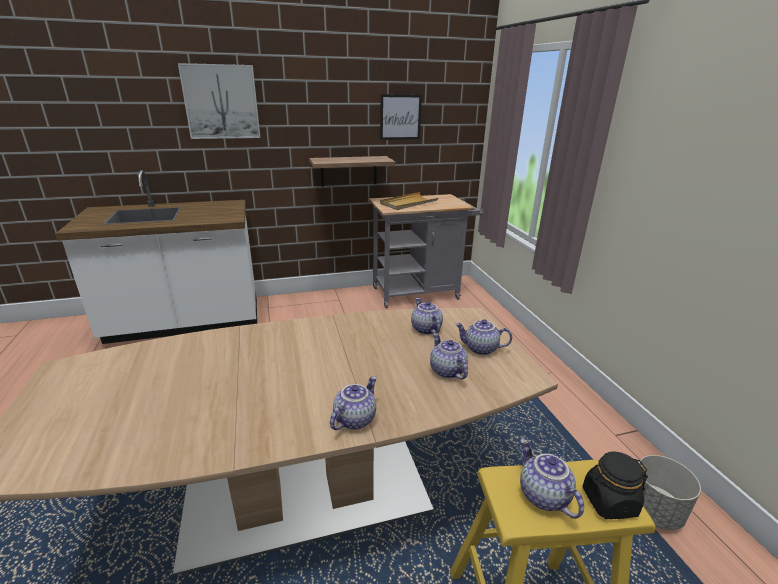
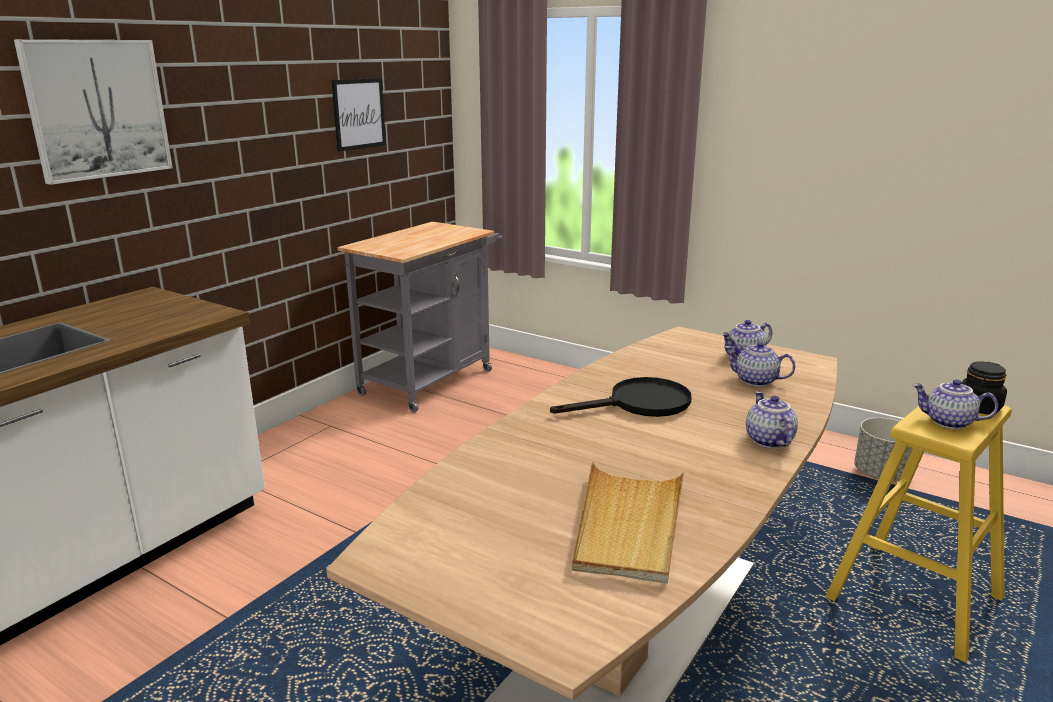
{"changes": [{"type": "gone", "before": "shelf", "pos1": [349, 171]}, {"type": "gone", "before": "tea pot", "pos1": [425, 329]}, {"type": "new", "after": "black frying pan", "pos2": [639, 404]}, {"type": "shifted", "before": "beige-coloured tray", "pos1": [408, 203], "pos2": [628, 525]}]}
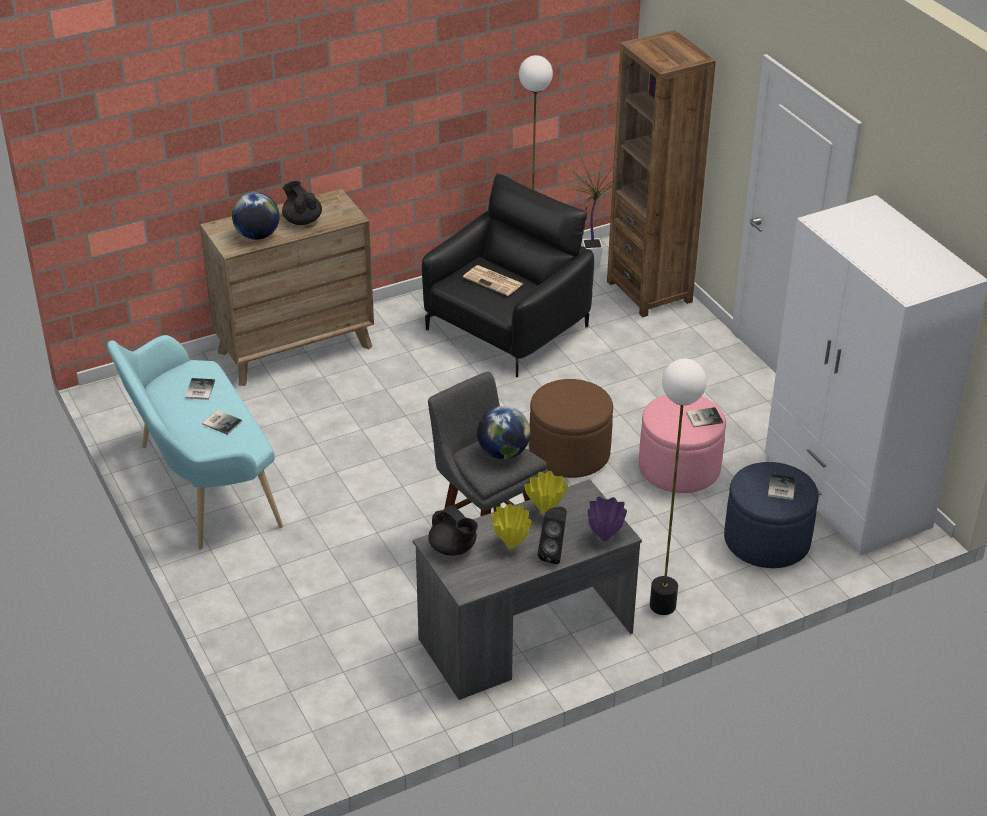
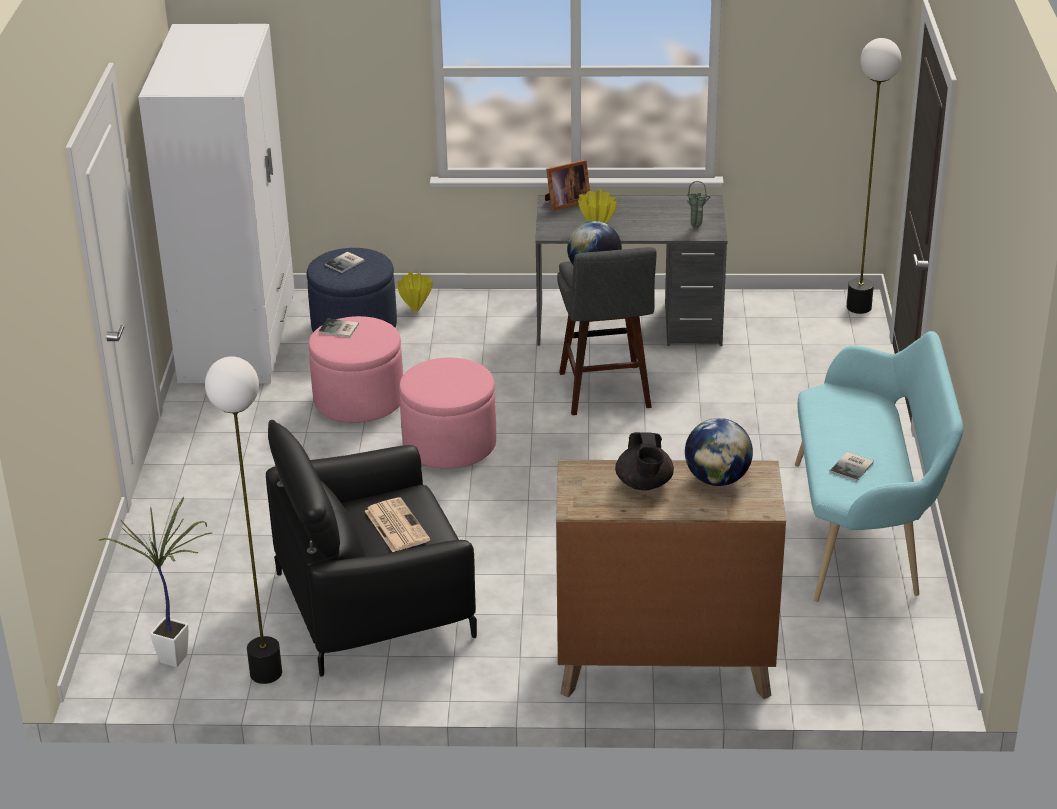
{"changes": [{"type": "gone", "before": "bound book", "pos1": [222, 422]}, {"type": "gone", "before": "black audio speaker", "pos1": [554, 553]}, {"type": "gone", "before": "brown bookcase", "pos1": [649, 292]}, {"type": "shifted", "before": "yellow-coloured flower vase", "pos1": [511, 544], "pos2": [415, 310]}, {"type": "shifted", "before": "standard lamp", "pos1": [662, 605], "pos2": [859, 307]}, {"type": "swapped", "before": "black tea pot", "after": "green flower vase", "pos1": [453, 548], "pos2": [697, 226]}, {"type": "swapped", "before": "purple flower vase", "after": "photo frame", "pos1": [605, 537], "pos2": [565, 203]}, {"type": "repainted", "before": "brown pouffe", "after": "pink pouffe", "pos1": [569, 454], "pos2": [449, 444]}]}
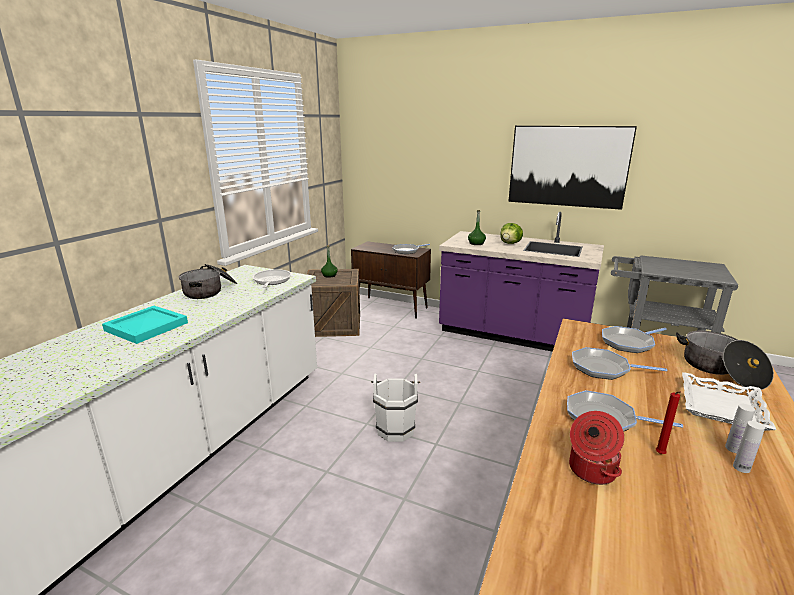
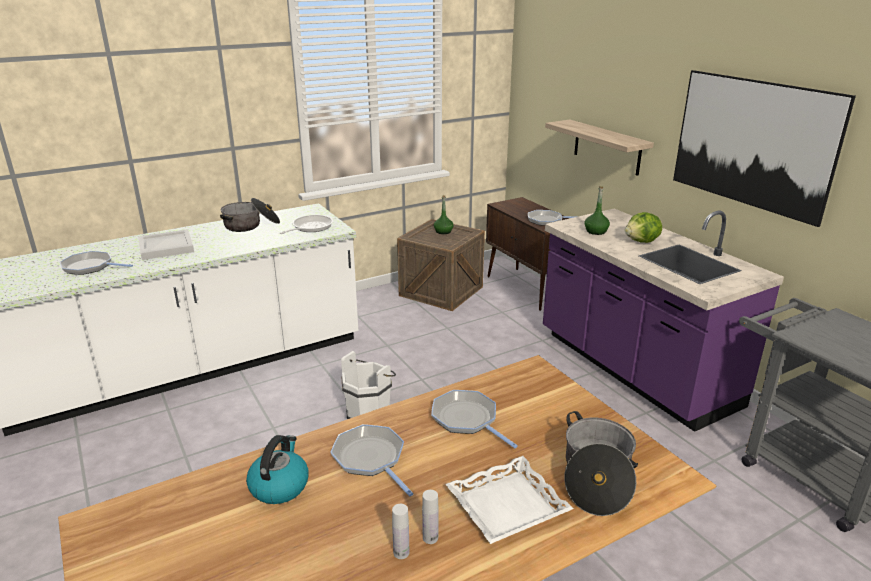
{"changes": [{"type": "gone", "before": "red wax light", "pos1": [660, 455]}, {"type": "new", "after": "shelf", "pos2": [607, 147]}, {"type": "shifted", "before": "frying pan", "pos1": [629, 343], "pos2": [90, 267]}, {"type": "swapped", "before": "cooking pot", "after": "kettle", "pos1": [590, 470], "pos2": [279, 486]}, {"type": "repainted", "before": "blue-green tray", "after": "whitish tray", "pos1": [147, 326], "pos2": [167, 246]}]}
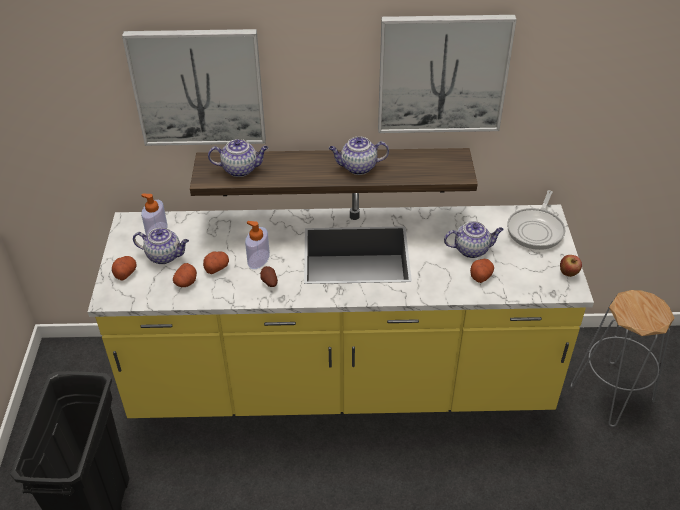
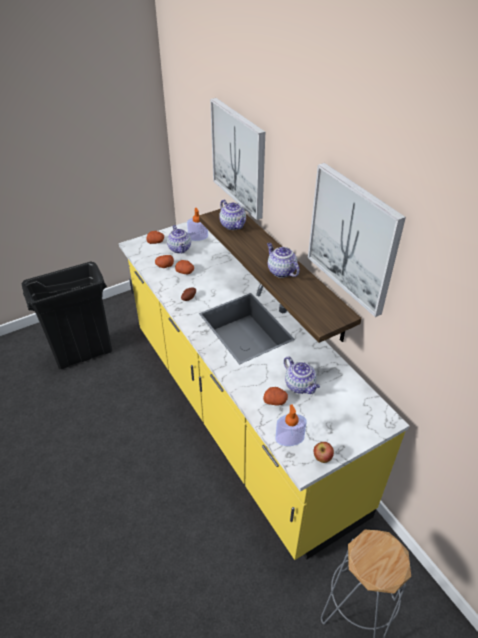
{"changes": [{"type": "gone", "before": "frying pan", "pos1": [536, 229]}, {"type": "shifted", "before": "soap bottle", "pos1": [258, 259], "pos2": [289, 438]}]}
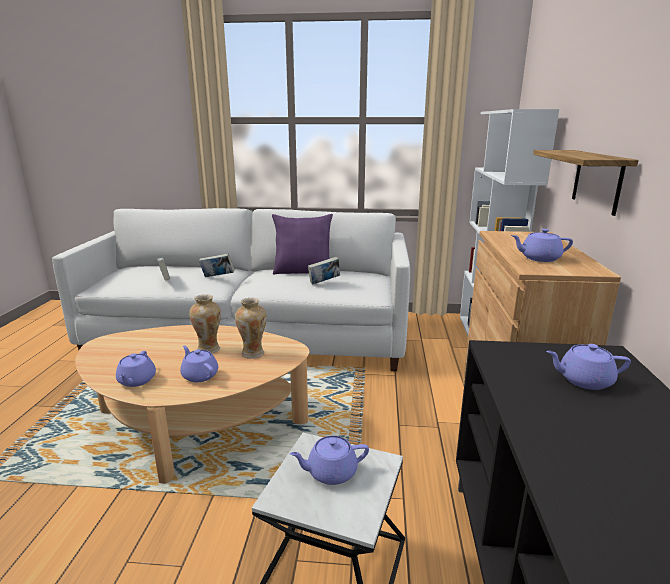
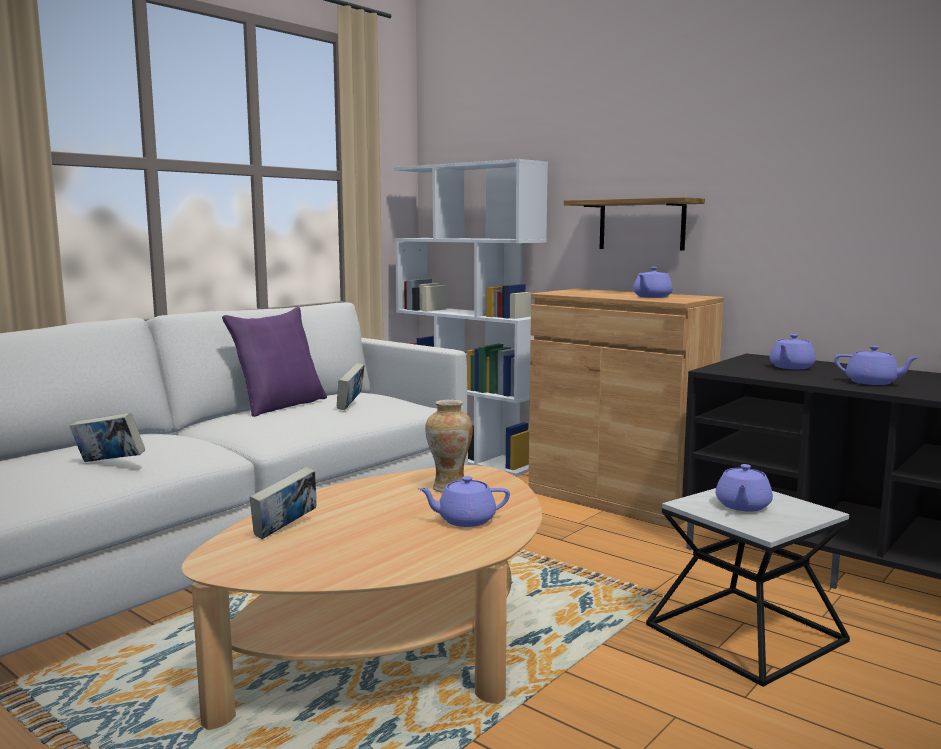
{"changes": [{"type": "gone", "before": "flower vase", "pos1": [209, 349]}, {"type": "shifted", "before": "purple tea pot", "pos1": [136, 381], "pos2": [872, 382]}, {"type": "shifted", "before": "bound book", "pos1": [217, 277], "pos2": [285, 530]}]}
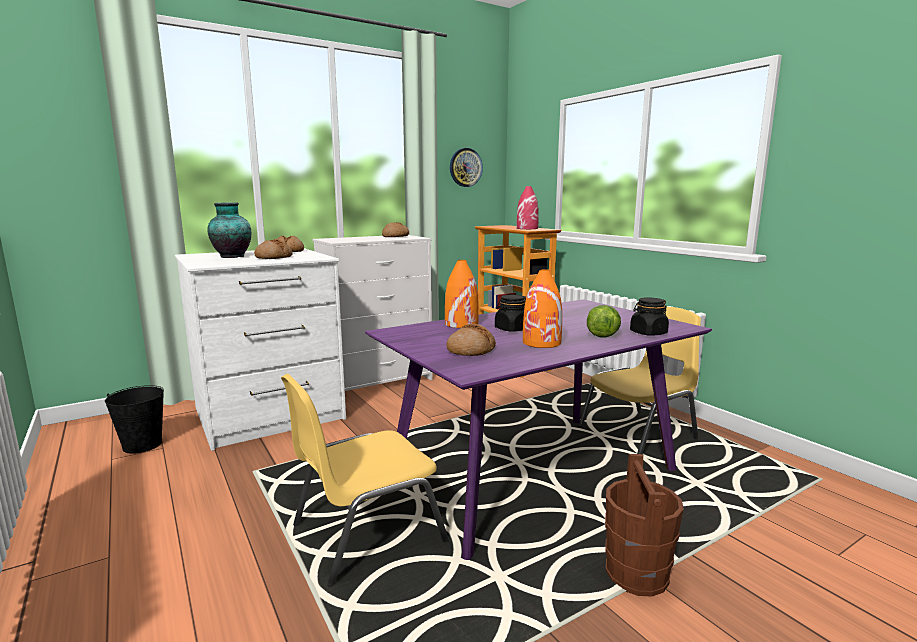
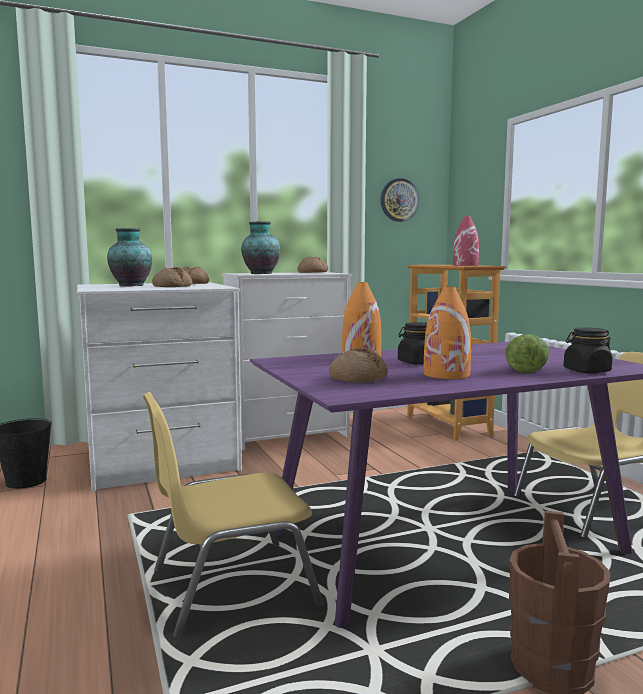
{"changes": [{"type": "new", "after": "flower vase", "pos2": [260, 273]}]}
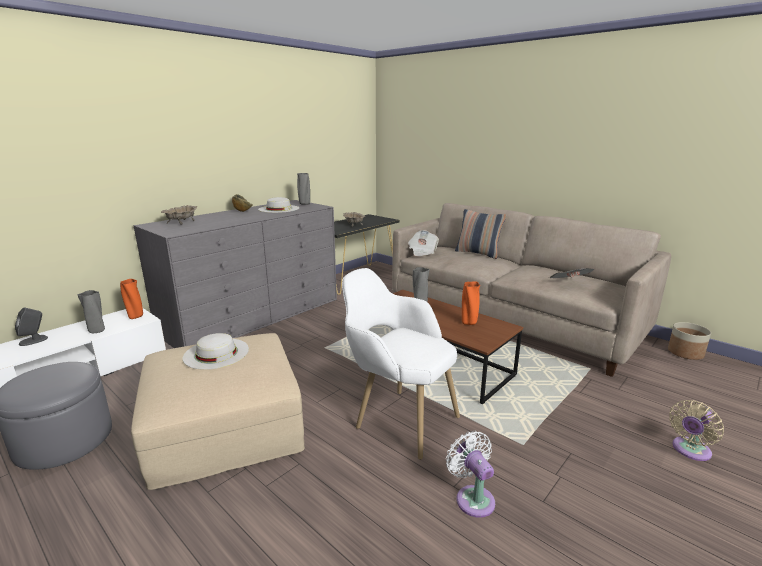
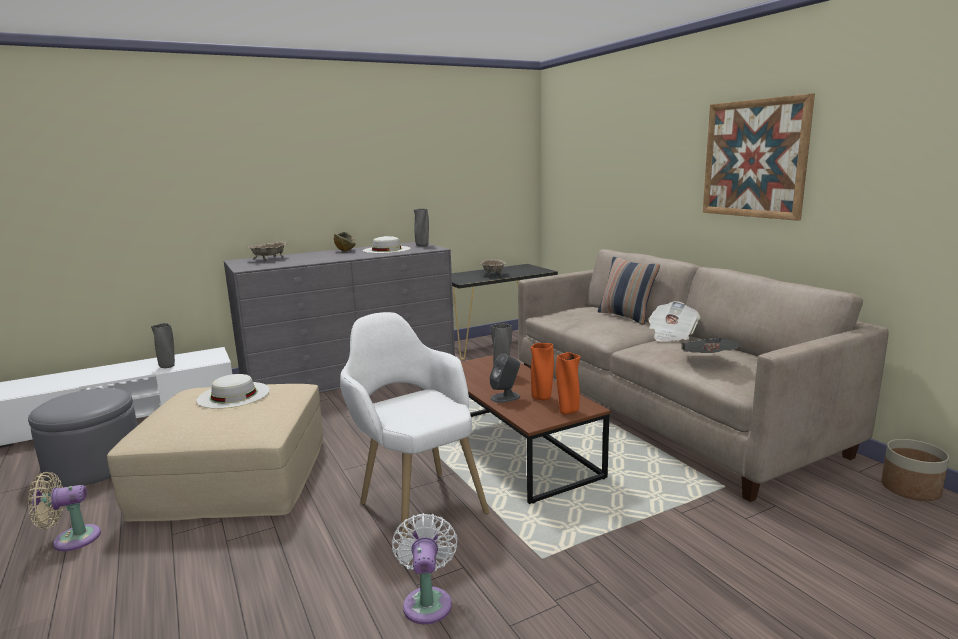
{"changes": [{"type": "new", "after": "wall art", "pos2": [754, 159]}, {"type": "shifted", "before": "greyish audio speaker", "pos1": [34, 340], "pos2": [505, 397]}, {"type": "shifted", "before": "orange flower vase", "pos1": [135, 317], "pos2": [567, 411]}, {"type": "shifted", "before": "daily paper", "pos1": [422, 252], "pos2": [671, 335]}, {"type": "shifted", "before": "beige-coloured electric fan", "pos1": [689, 451], "pos2": [71, 539]}]}
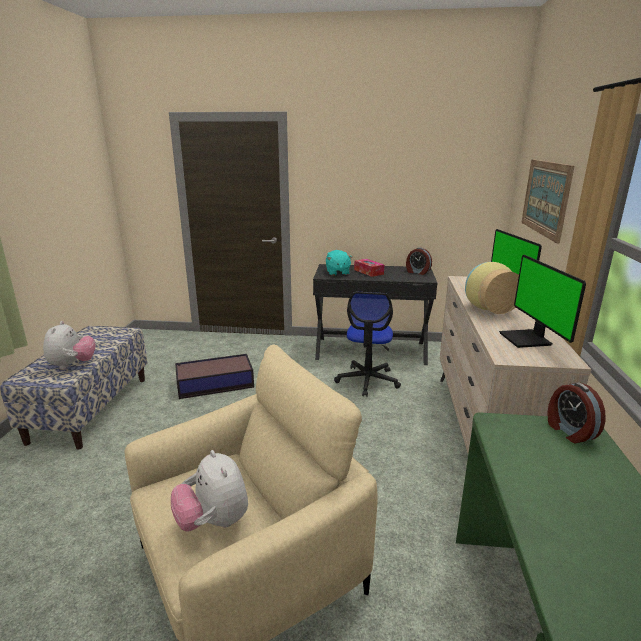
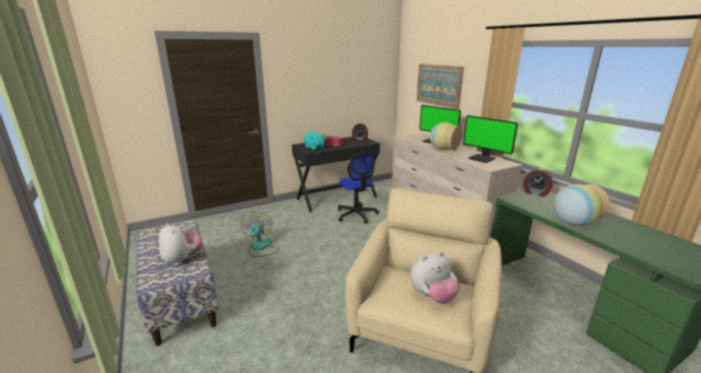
{"changes": [{"type": "new", "after": "flower vase", "pos2": [573, 222]}, {"type": "swapped", "before": "storage bin", "after": "electric fan", "pos1": [214, 384], "pos2": [260, 247]}, {"type": "rotated", "before": "cuddly toy", "pos1": [213, 522], "pos2": [432, 296], "turn": -45}]}
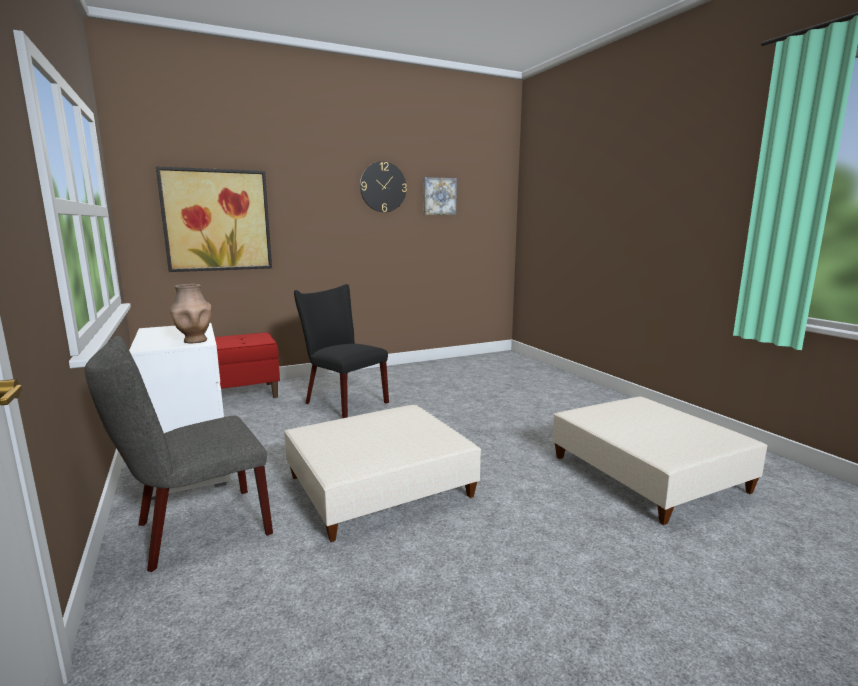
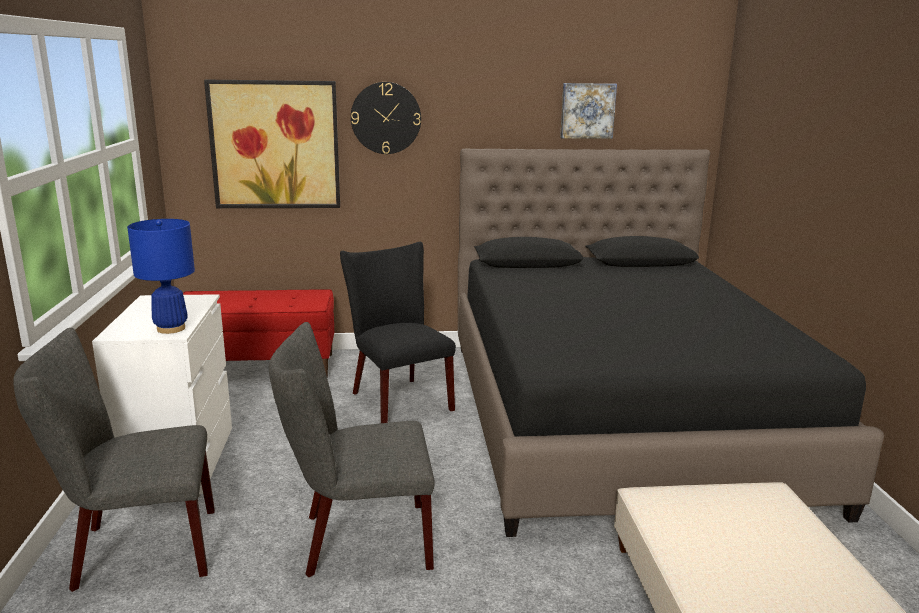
{"changes": [{"type": "new", "after": "black bed", "pos2": [616, 417]}, {"type": "shifted", "before": "clock on the wall", "pos1": [383, 187], "pos2": [386, 118]}, {"type": "swapped", "before": "brown flower vase", "after": "bluish table lamp", "pos1": [194, 341], "pos2": [171, 328]}, {"type": "swapped", "before": "beige-coloured pouffe", "after": "greyish chair", "pos1": [379, 487], "pos2": [358, 540]}]}
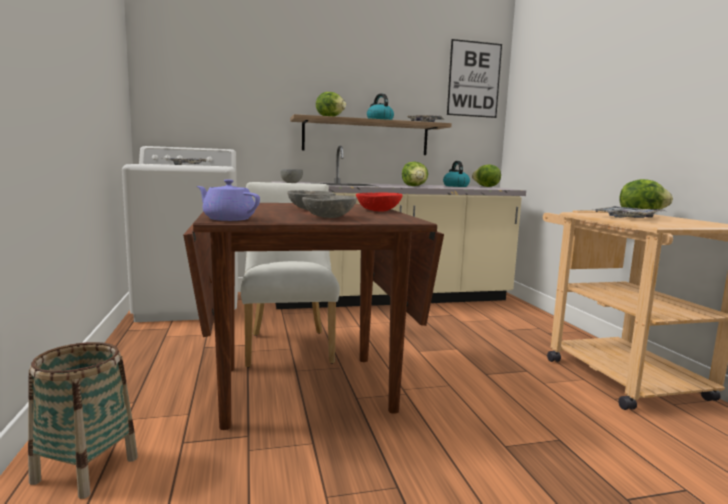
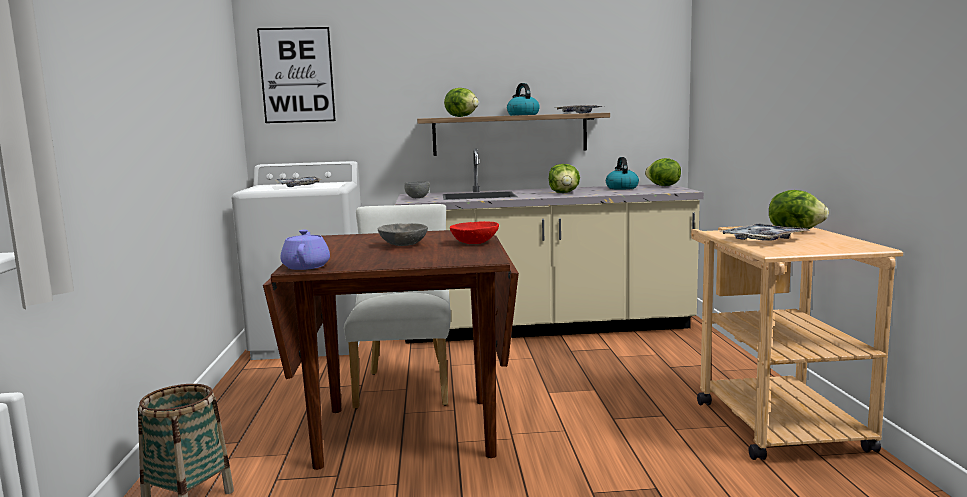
{"changes": [{"type": "gone", "before": "greyish serving bowl", "pos1": [329, 217]}, {"type": "shifted", "before": "wall art", "pos1": [474, 79], "pos2": [297, 75]}, {"type": "rotated", "before": "purple tea pot", "pos1": [228, 219], "pos2": [306, 266], "turn": 45}]}
